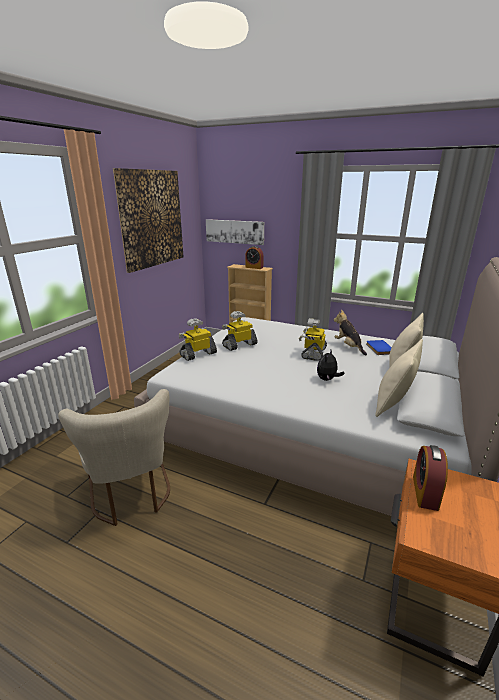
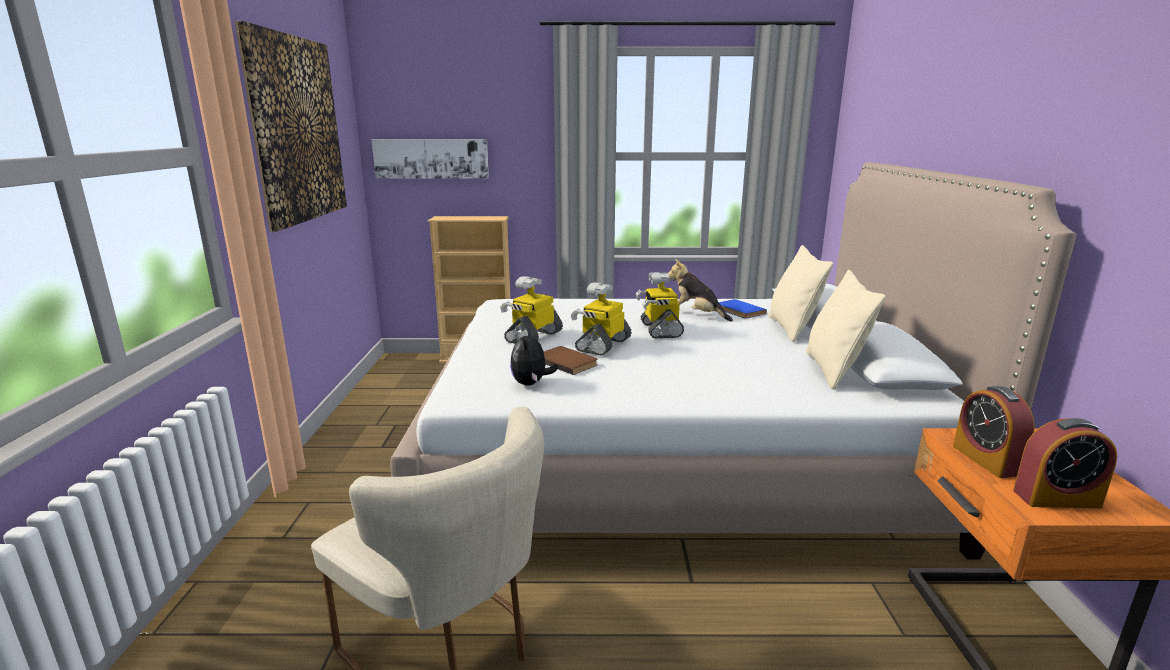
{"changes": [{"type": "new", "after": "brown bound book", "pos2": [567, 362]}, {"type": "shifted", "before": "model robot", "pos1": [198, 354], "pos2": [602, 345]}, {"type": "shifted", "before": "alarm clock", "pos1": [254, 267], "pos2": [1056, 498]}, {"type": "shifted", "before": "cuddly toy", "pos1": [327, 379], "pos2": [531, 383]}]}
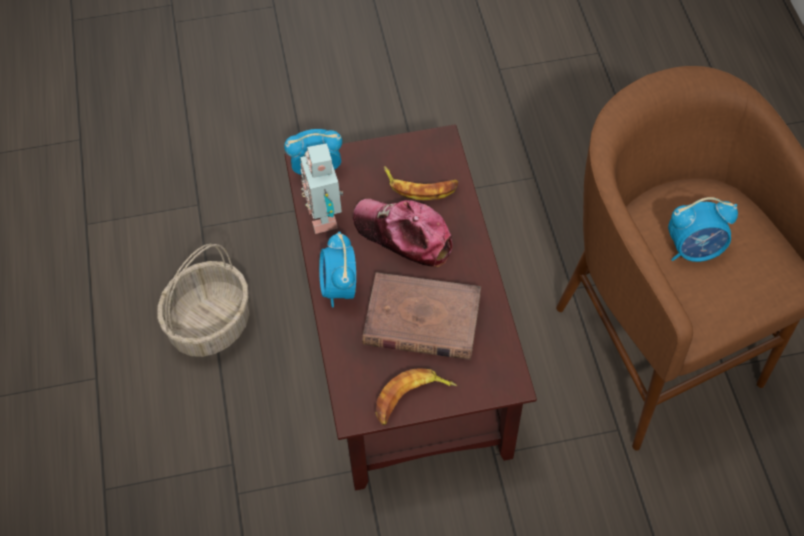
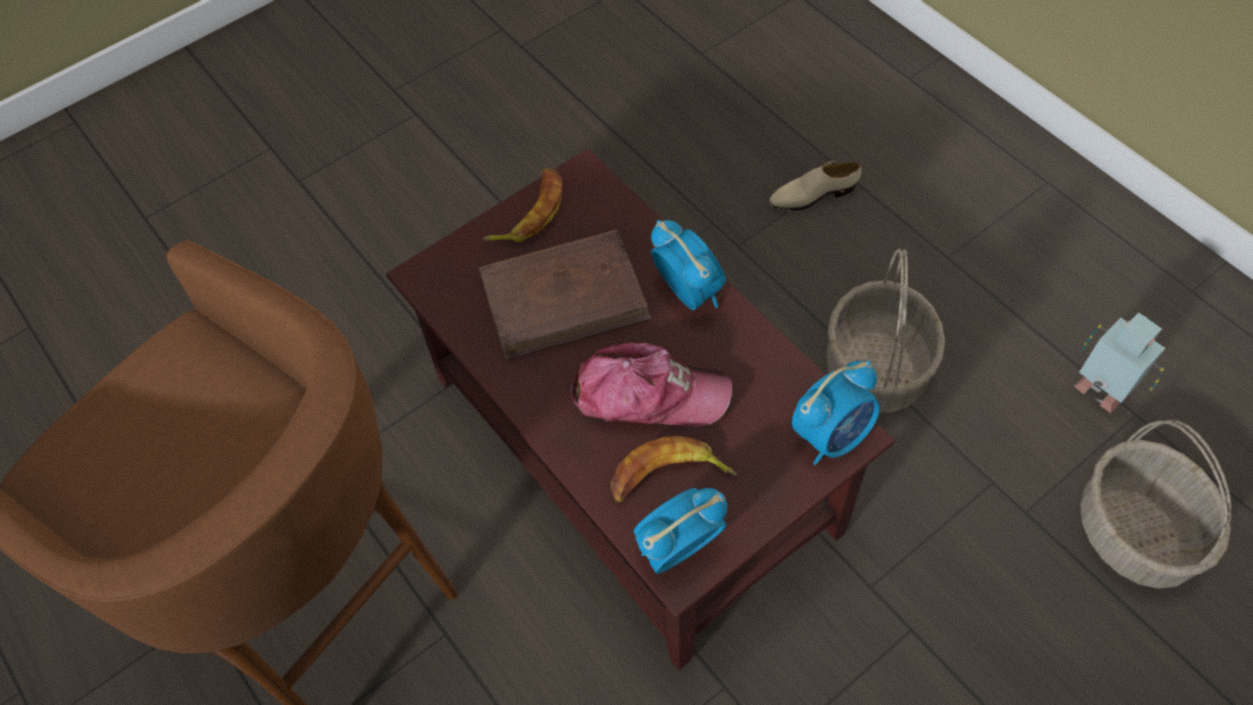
{"changes": [{"type": "new", "after": "beige-coloured item of footwear", "pos2": [812, 195]}, {"type": "new", "after": "storage basket", "pos2": [1136, 533]}, {"type": "shifted", "before": "model robot", "pos1": [325, 215], "pos2": [1098, 395]}, {"type": "shifted", "before": "alarm clock", "pos1": [694, 250], "pos2": [677, 548]}]}
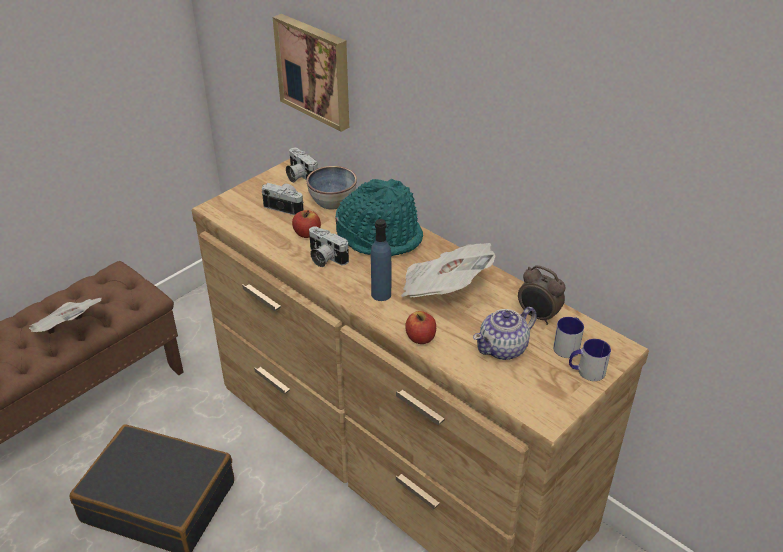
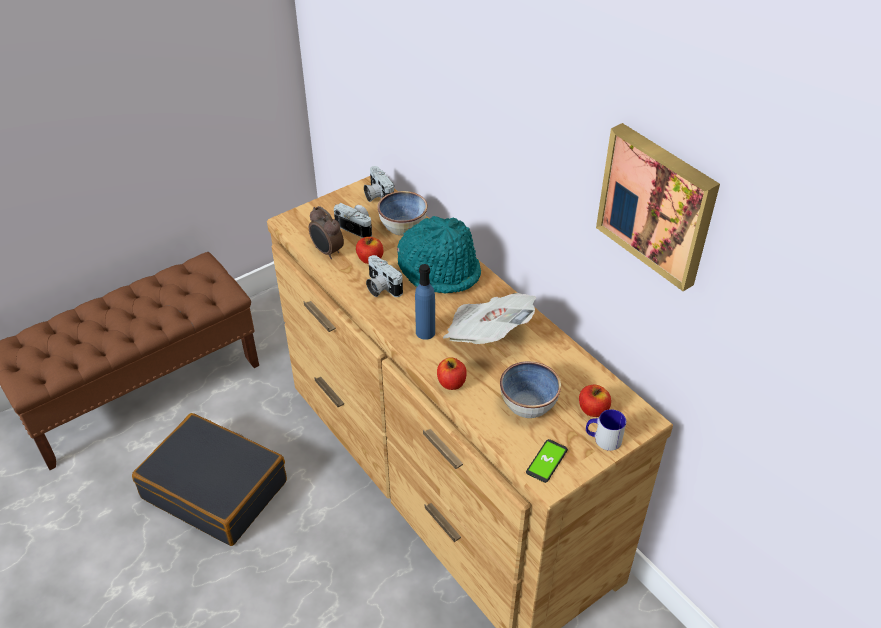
{"changes": [{"type": "gone", "before": "daily paper", "pos1": [70, 328]}, {"type": "new", "after": "phone", "pos2": [546, 461]}, {"type": "shifted", "before": "wall art", "pos1": [315, 70], "pos2": [658, 204]}, {"type": "shifted", "before": "alarm clock", "pos1": [538, 316], "pos2": [327, 252]}, {"type": "swapped", "before": "tea pot", "after": "serving bowl", "pos1": [503, 348], "pos2": [529, 404]}, {"type": "swapped", "before": "tea mug", "after": "apple", "pos1": [568, 345], "pos2": [593, 410]}]}
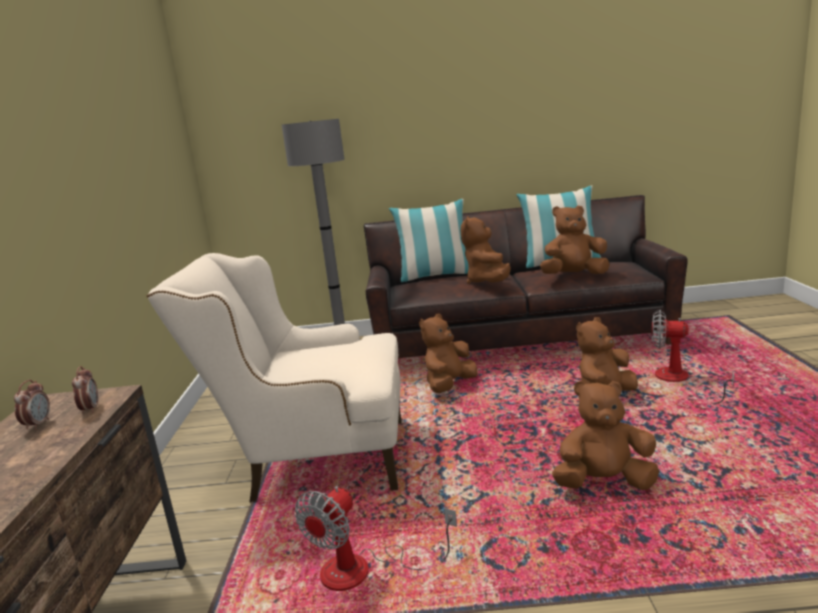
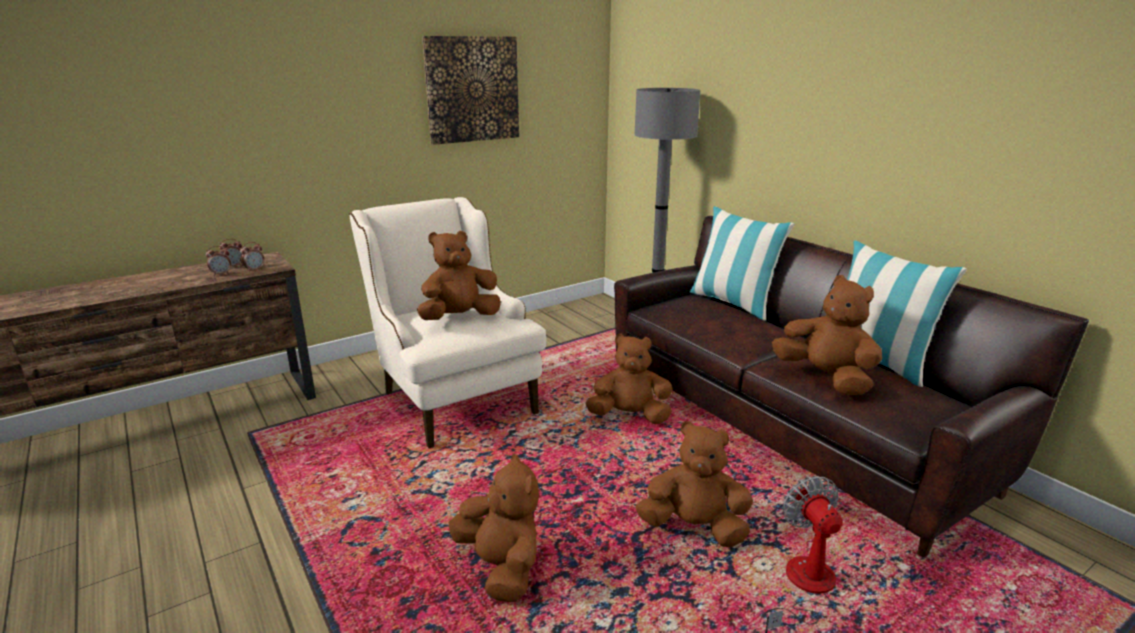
{"changes": [{"type": "gone", "before": "electric fan", "pos1": [363, 570]}, {"type": "new", "after": "alarm clock", "pos2": [221, 274]}, {"type": "new", "after": "wall art", "pos2": [472, 89]}, {"type": "shifted", "before": "brown cuddly toy", "pos1": [487, 282], "pos2": [459, 317]}]}
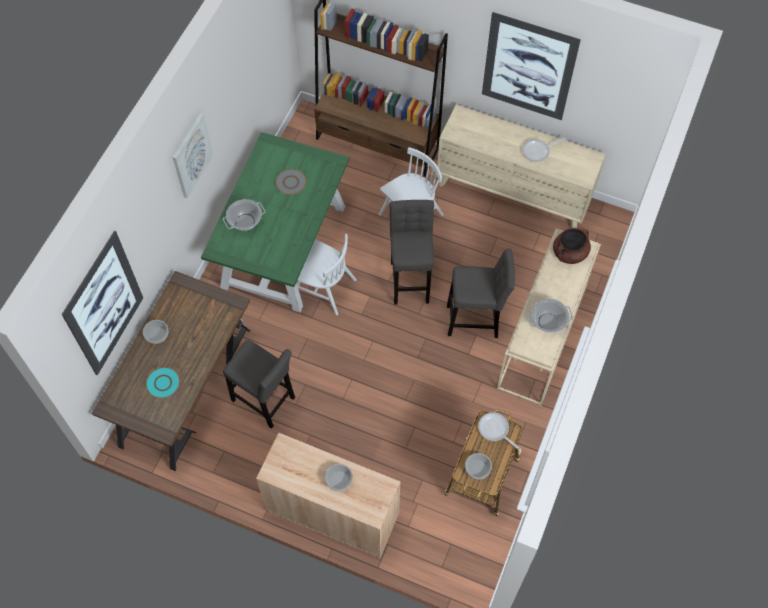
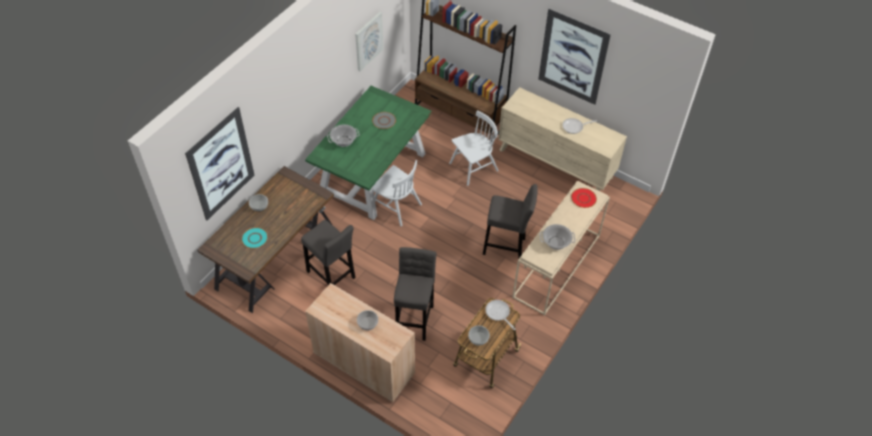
{"changes": [{"type": "shifted", "before": "wall art", "pos1": [191, 155], "pos2": [368, 41]}, {"type": "shifted", "before": "greyish stool seat", "pos1": [410, 279], "pos2": [414, 318]}, {"type": "swapped", "before": "brown cooking pot", "after": "red dinner plate", "pos1": [569, 253], "pos2": [583, 198]}]}
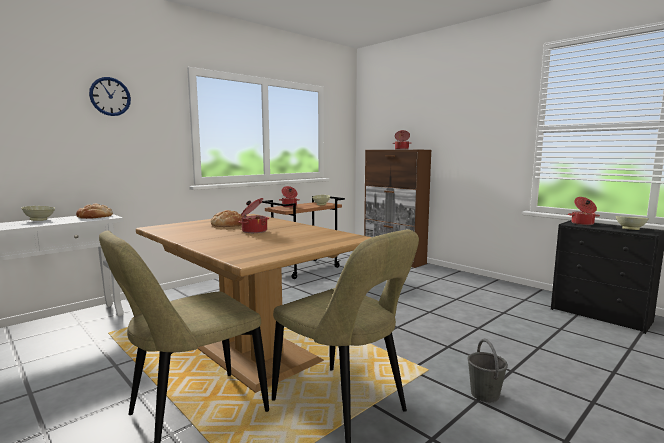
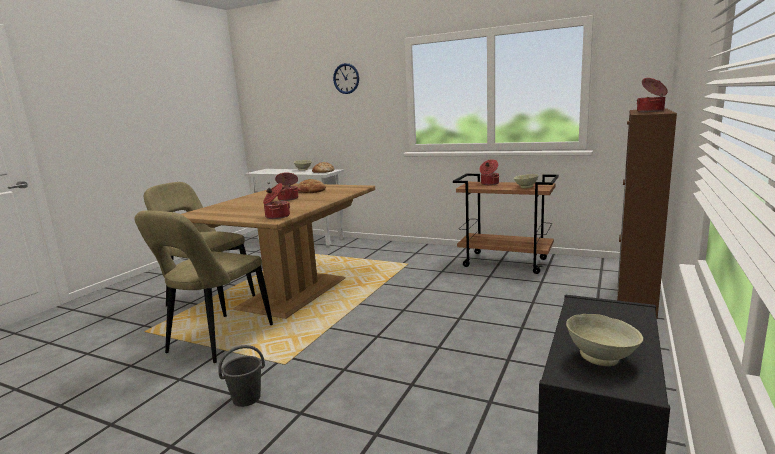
{"changes": [{"type": "shifted", "before": "cooking pot", "pos1": [582, 223], "pos2": [277, 216]}]}
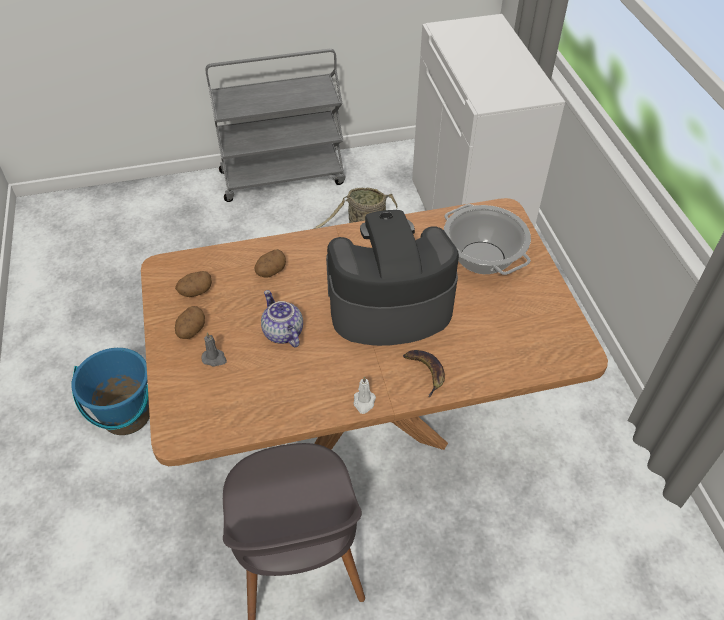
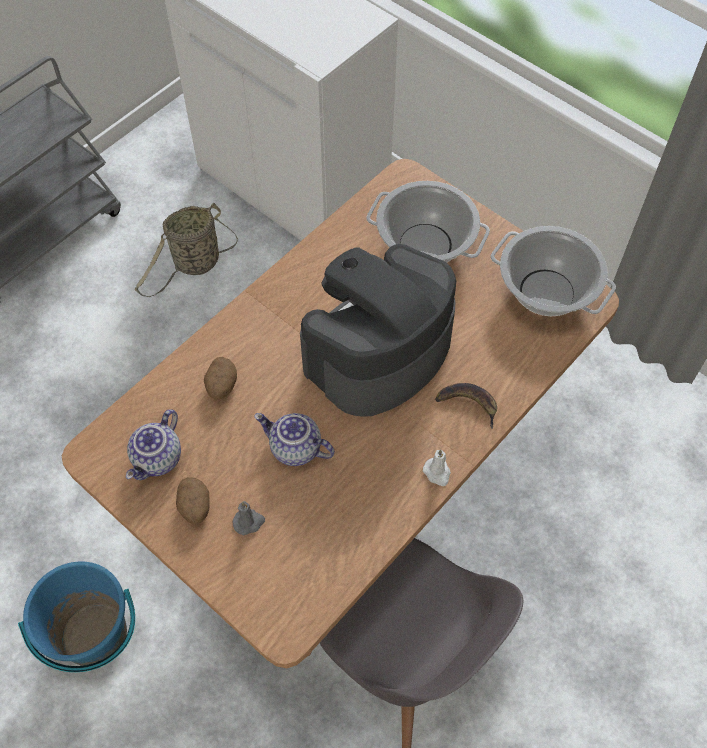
{"changes": [{"type": "new", "after": "cooking pot", "pos2": [545, 292]}, {"type": "swapped", "before": "potato", "after": "tea pot", "pos1": [195, 291], "pos2": [158, 459]}]}
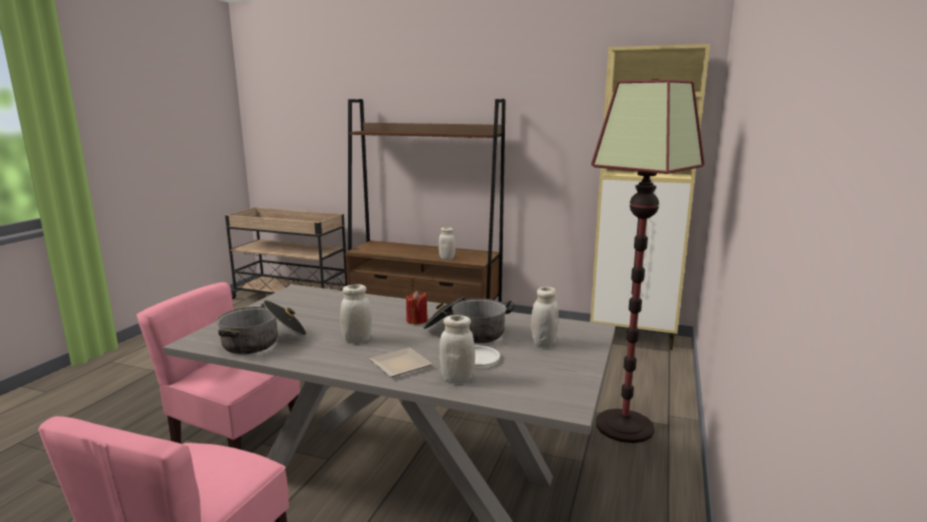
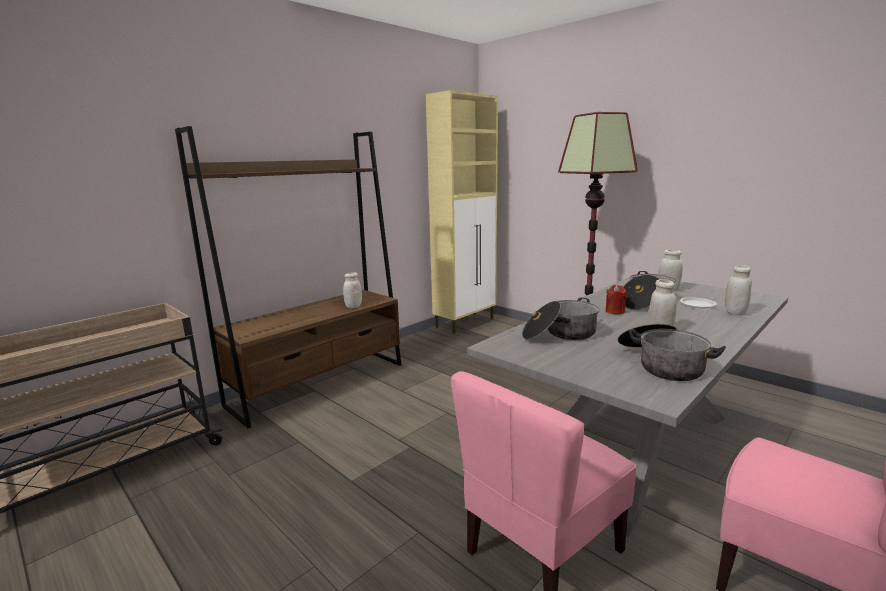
{"changes": [{"type": "gone", "before": "dinner plate", "pos1": [400, 366]}, {"type": "new", "after": "cooking pot", "pos2": [560, 334]}]}
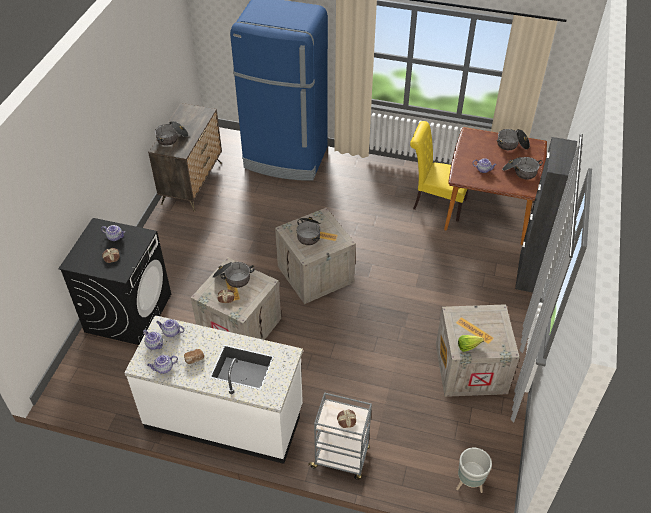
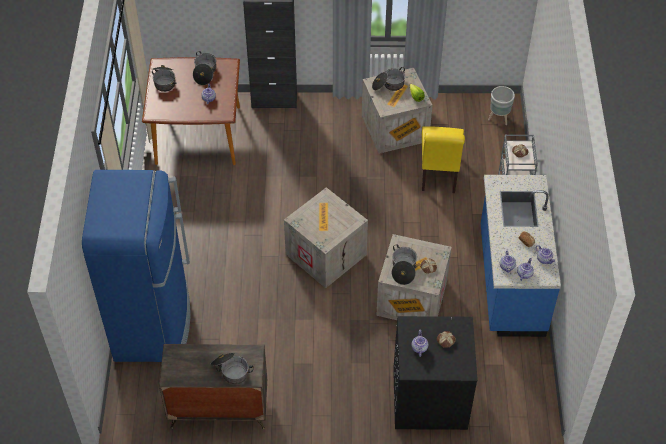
{"changes": [{"type": "shifted", "before": "cooking pot", "pos1": [309, 234], "pos2": [388, 85]}, {"type": "shifted", "before": "yellow-coloured chair", "pos1": [436, 203], "pos2": [439, 176]}, {"type": "repainted", "before": "whitish kitchen base unit", "after": "bluish kitchen base unit", "pos1": [224, 417], "pos2": [510, 281]}]}
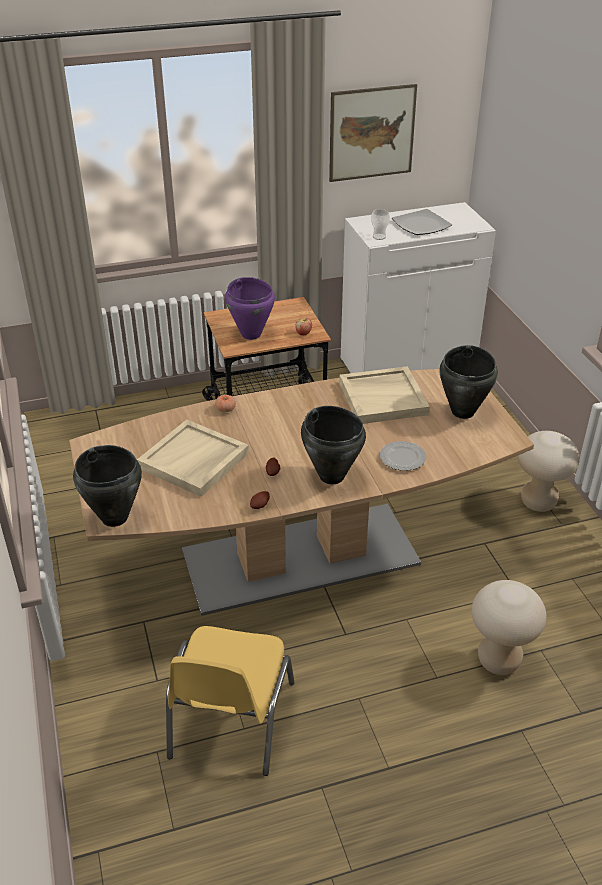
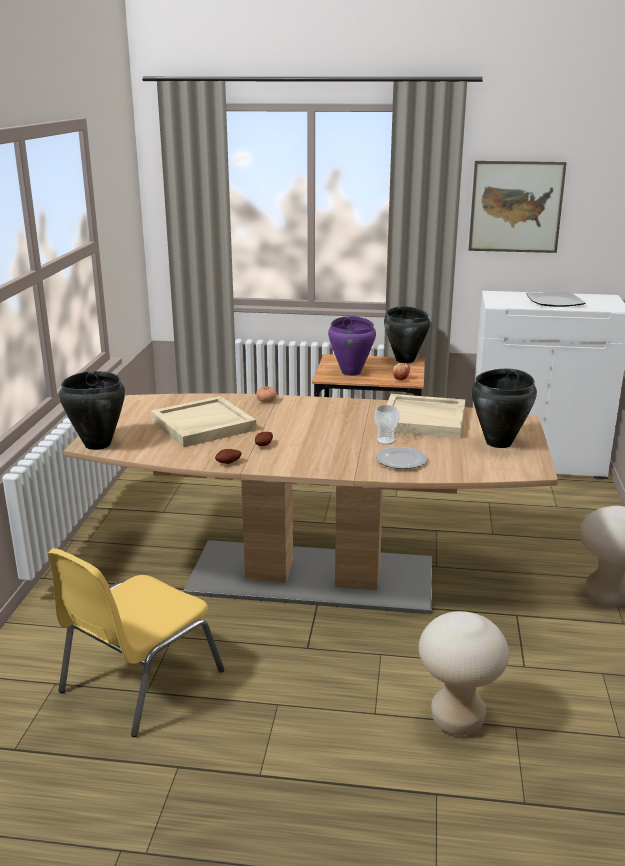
{"changes": [{"type": "shifted", "before": "black cooking pot", "pos1": [332, 476], "pos2": [405, 360]}, {"type": "shifted", "before": "small cup", "pos1": [379, 237], "pos2": [385, 441]}]}
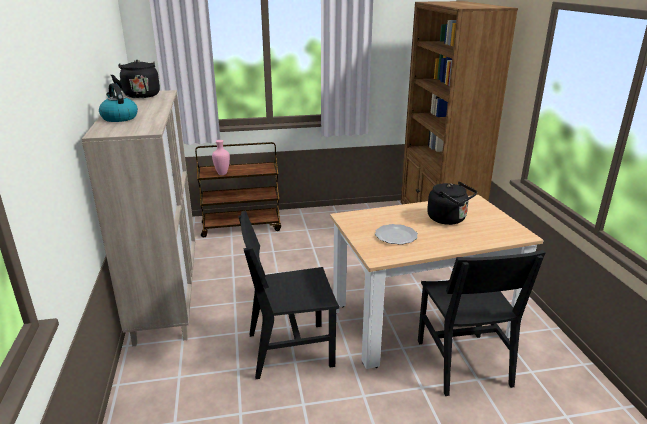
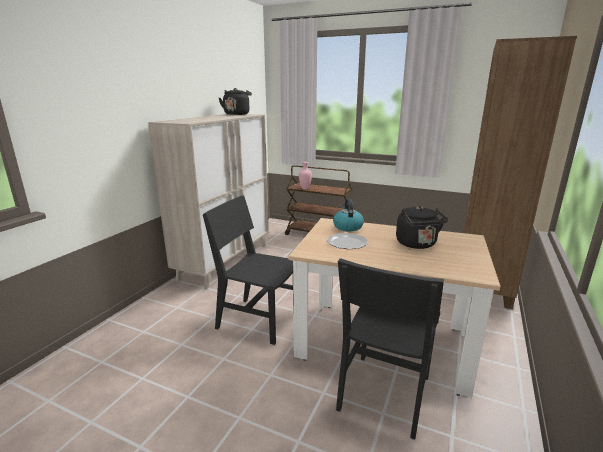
{"changes": [{"type": "shifted", "before": "kettle", "pos1": [119, 118], "pos2": [347, 227]}]}
